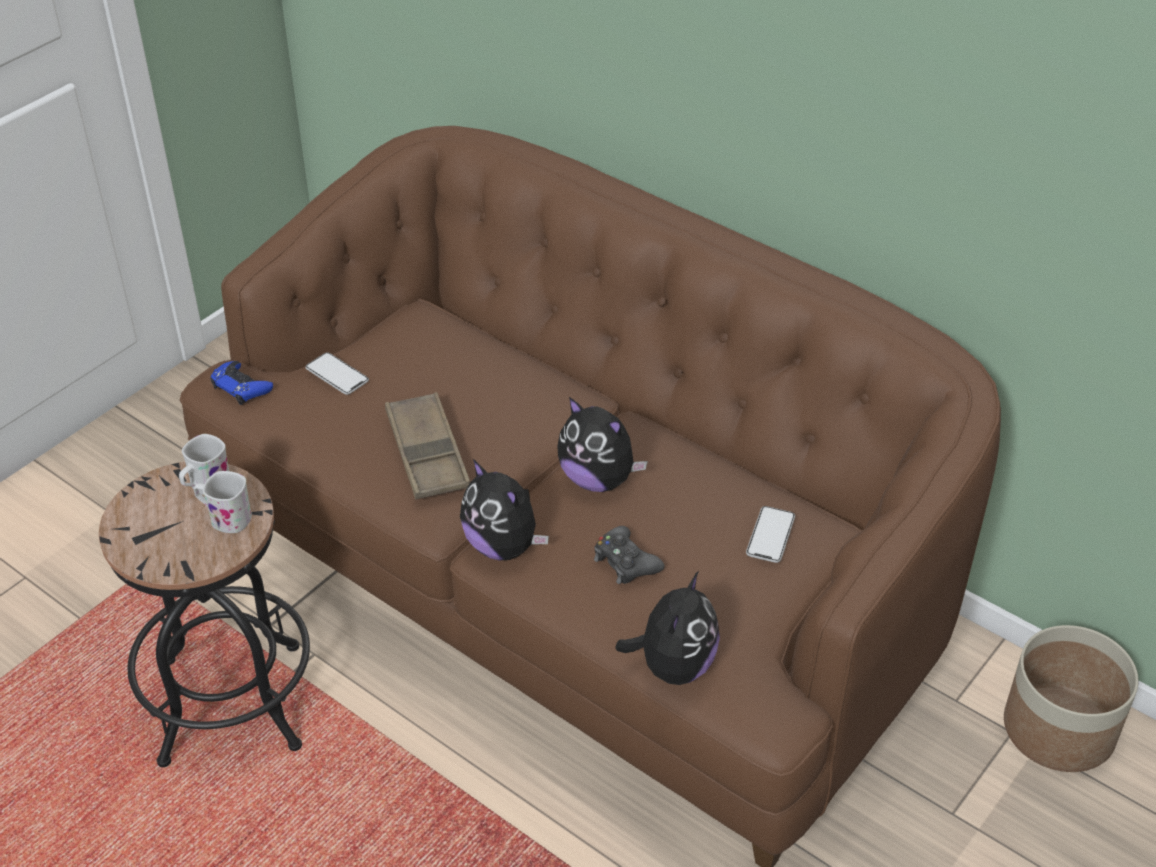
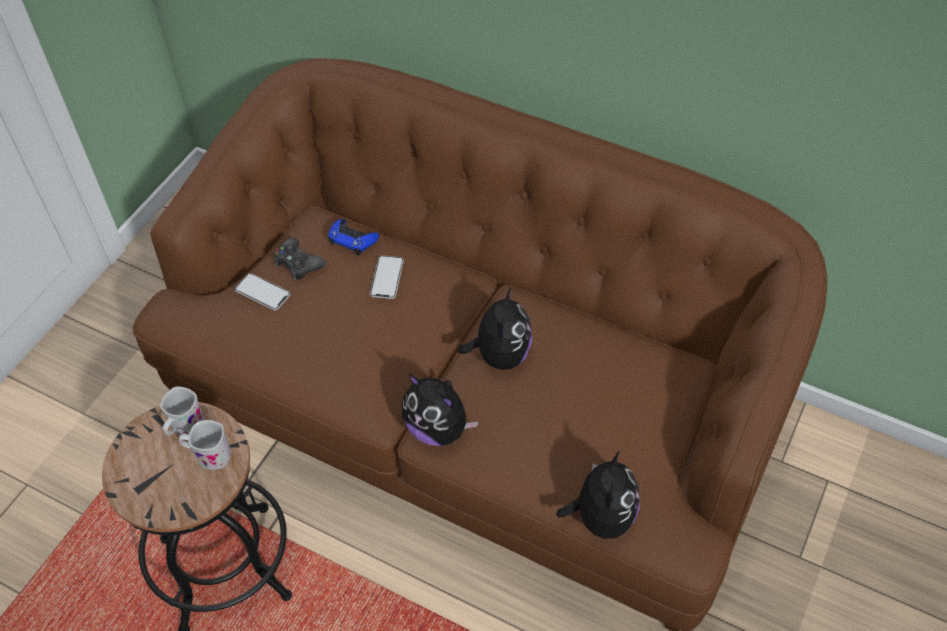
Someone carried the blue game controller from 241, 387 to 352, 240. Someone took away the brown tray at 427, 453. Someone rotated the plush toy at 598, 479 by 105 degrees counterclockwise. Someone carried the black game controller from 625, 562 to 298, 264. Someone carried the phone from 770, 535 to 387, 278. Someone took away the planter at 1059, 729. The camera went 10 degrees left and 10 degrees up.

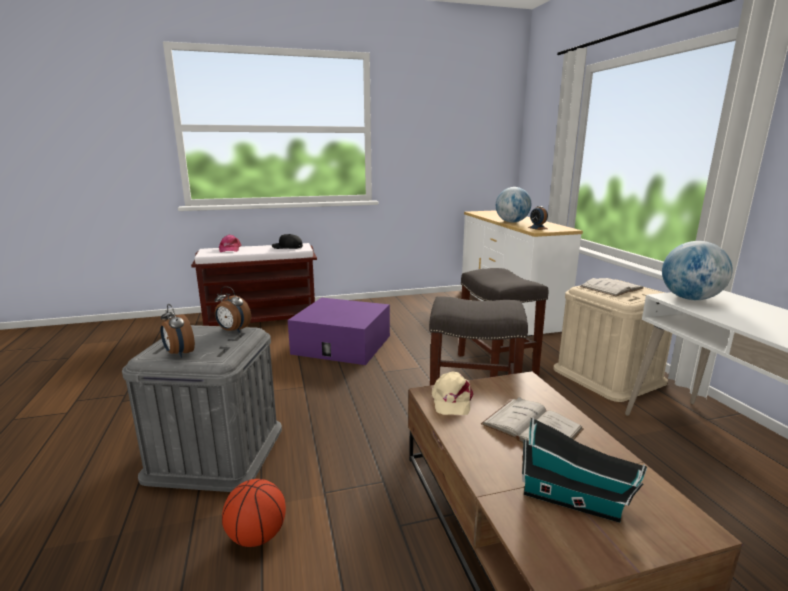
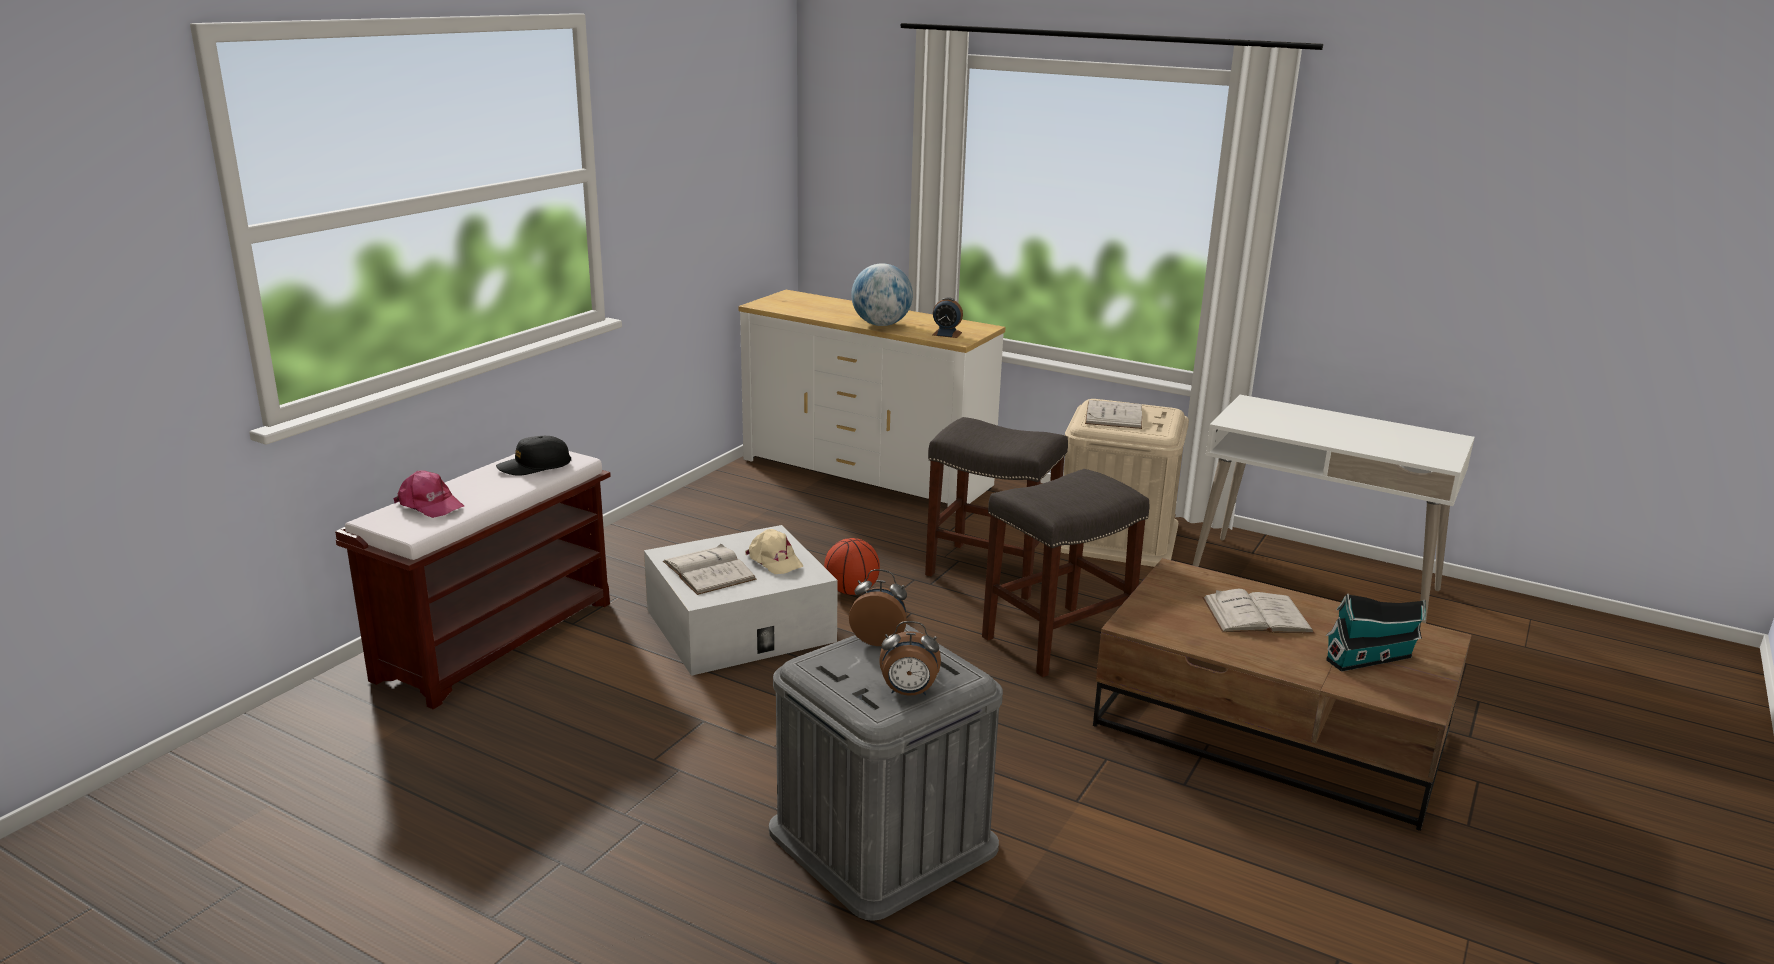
Someone rotated the alarm clock at 233, 330 by 150 degrees counterclockwise. Someone carried the basketball from 256, 536 to 851, 591. Someone repainted the purple storage box at 342, 344, which became the white storage box at 740, 625. Someone carried the beige cap from 451, 400 to 774, 560. Someone took away the globe at 690, 299. Someone put down the white book at 709, 570. The camera went 45 degrees left and 5 degrees up.

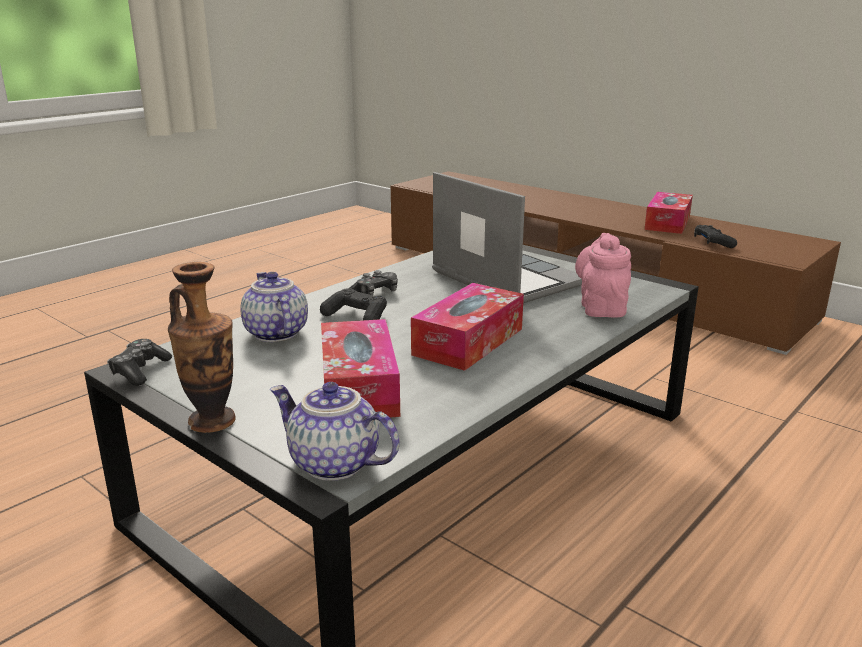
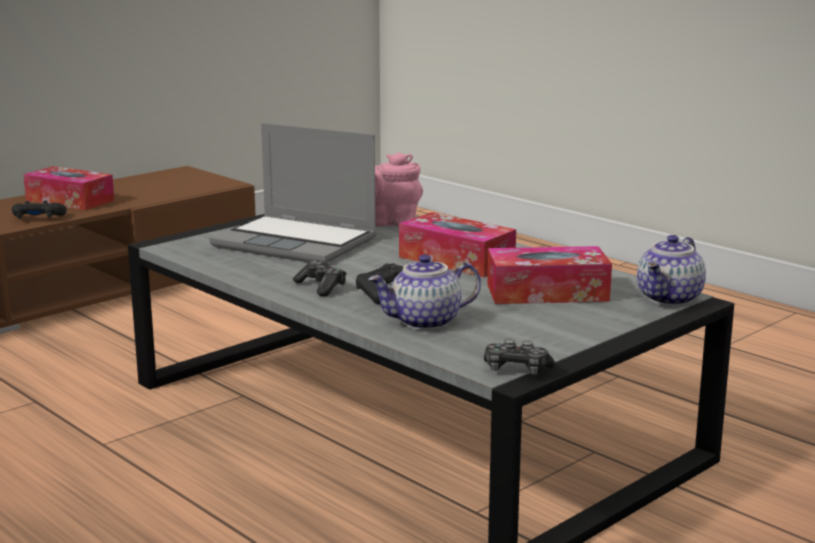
Someone took away the vase at 212, 421. Someone rotated the laptop at 504, 278 by 120 degrees counterclockwise. Someone carried the black game controller from 712, 243 to 38, 218. The camera went 85 degrees left and 5 degrees down.

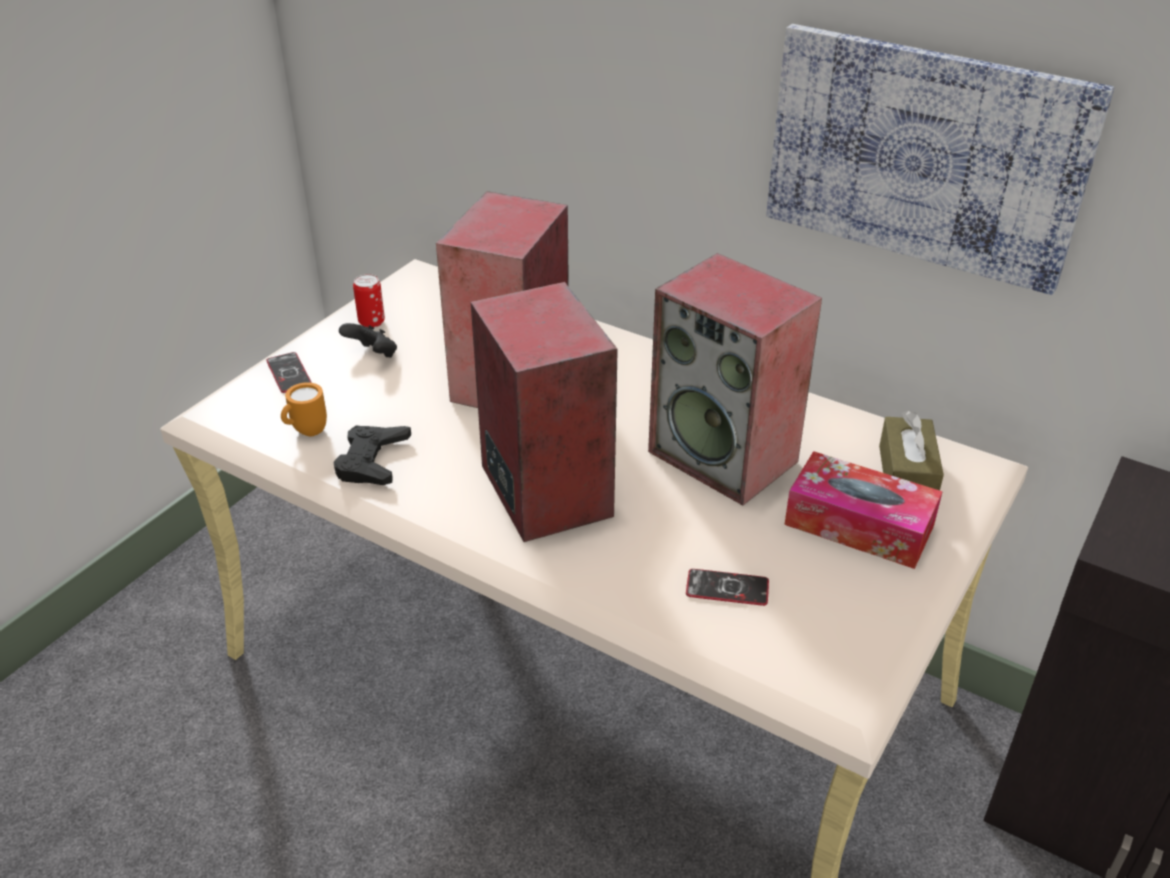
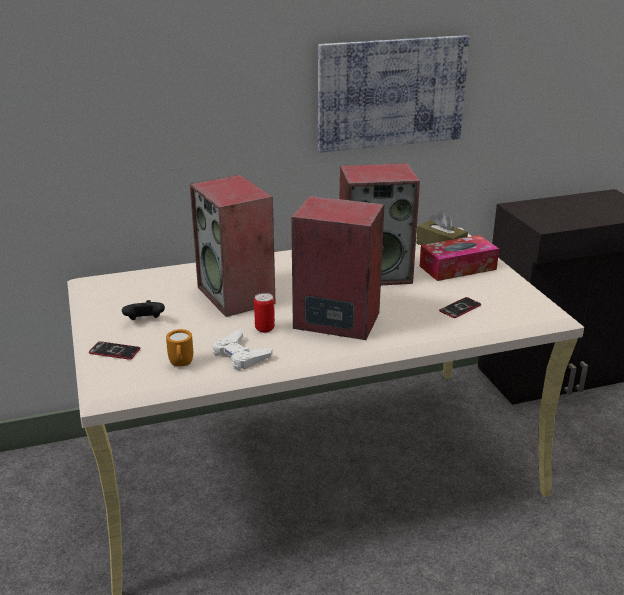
Someone repainted the black game controller at 372, 461, which became the white game controller at 240, 355. Someone carried the can from 371, 322 to 264, 328. The camera went 50 degrees left and 10 degrees down.

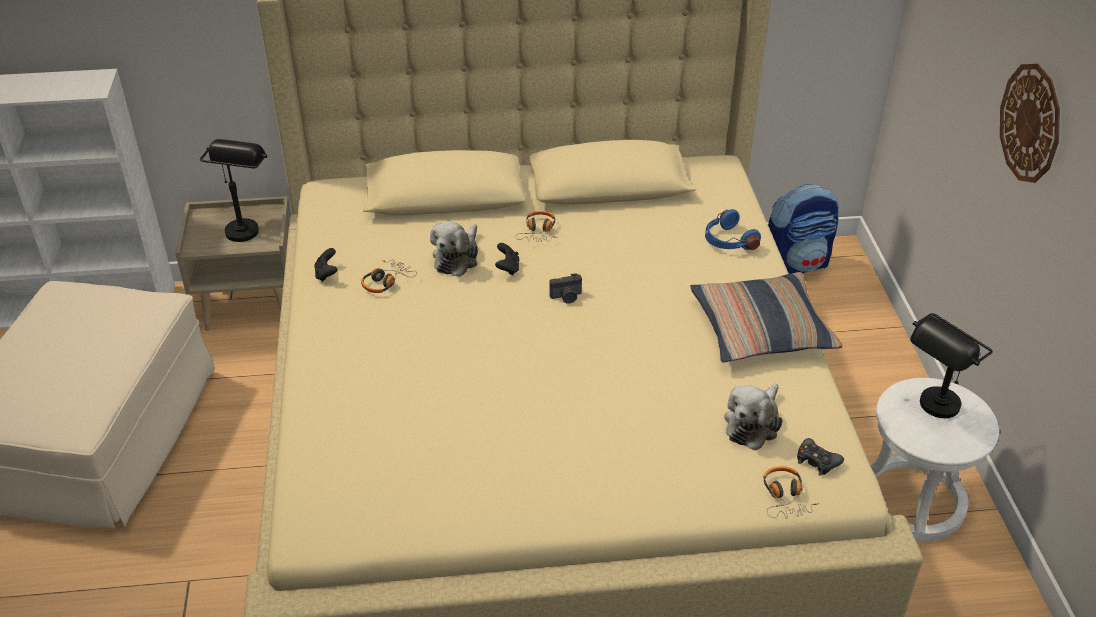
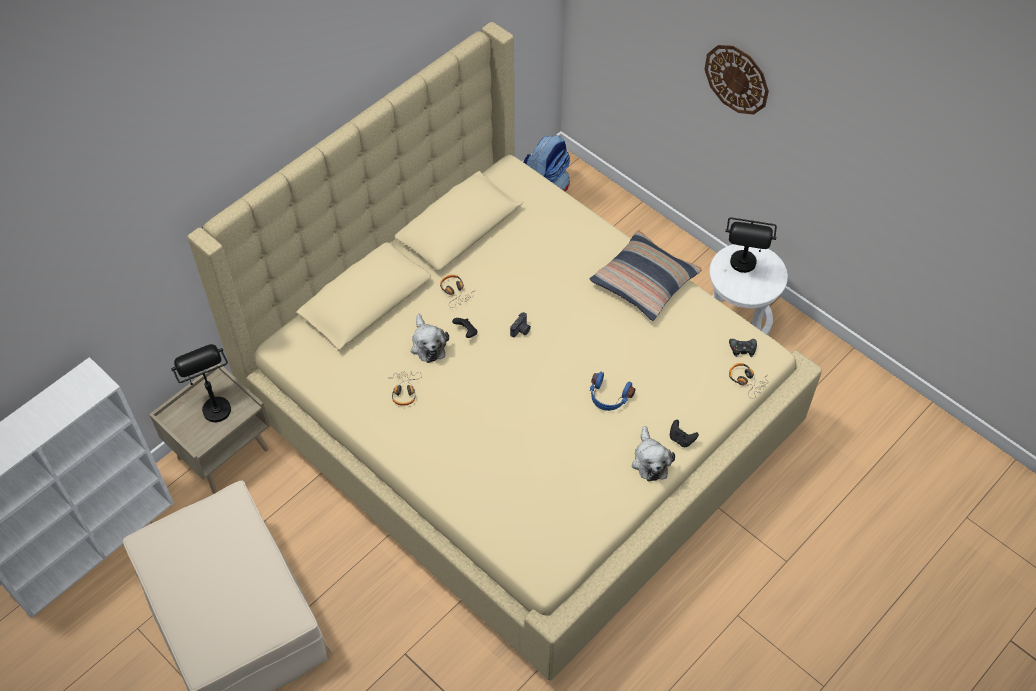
Someone carried the black game controller from 327, 274 to 681, 439. Someone carried the blue headphones from 728, 241 to 608, 397. Someone carried the plush toy from 753, 424 to 650, 461. The camera went 40 degrees left and 15 degrees up.

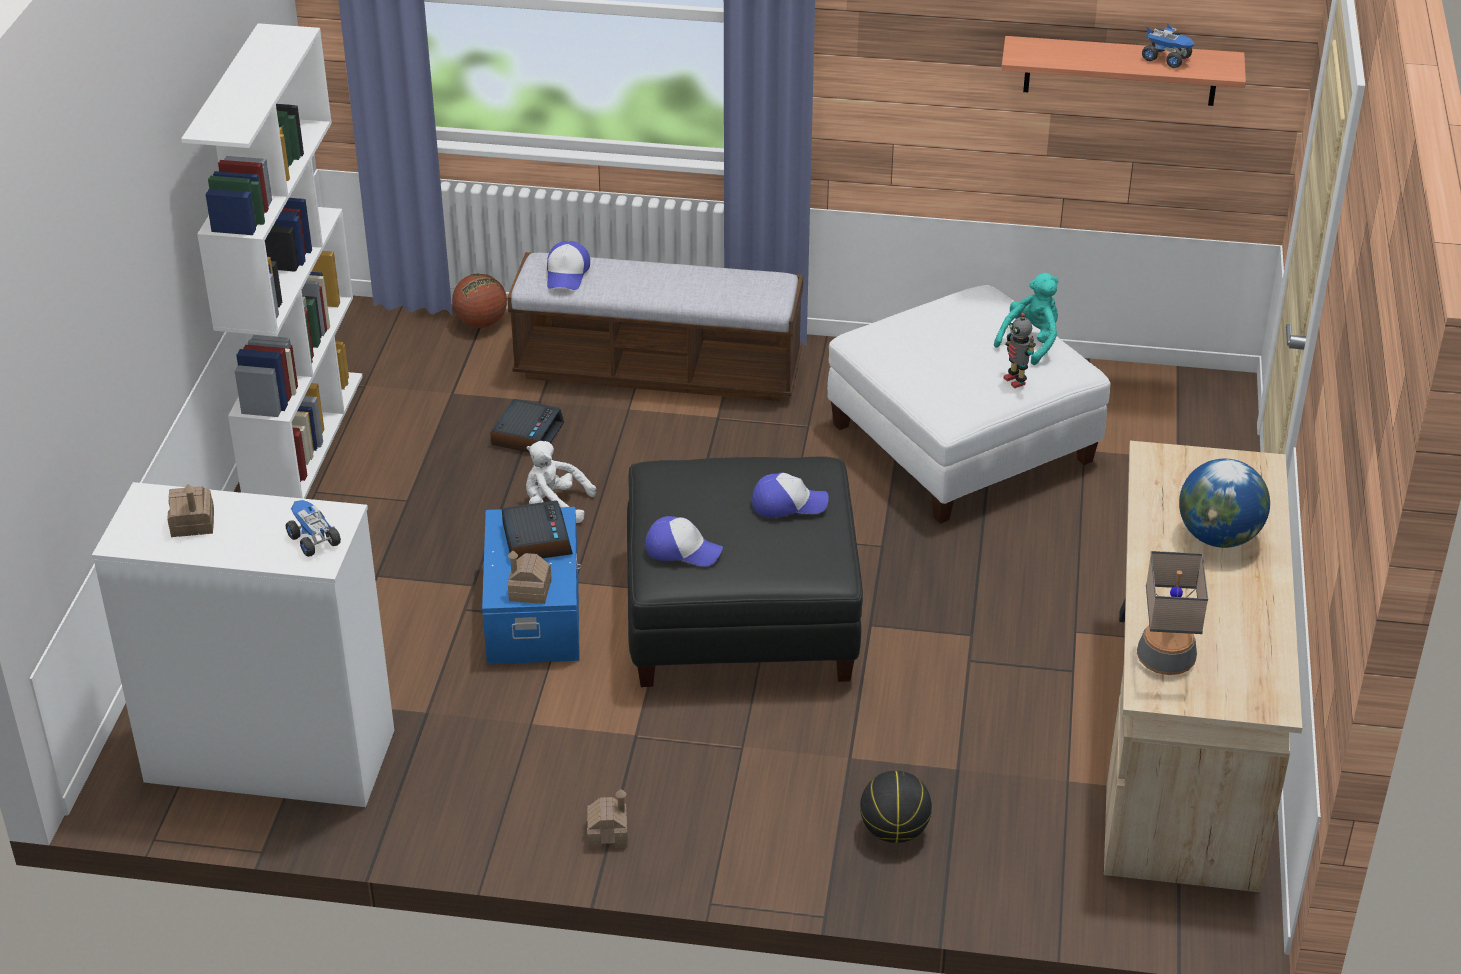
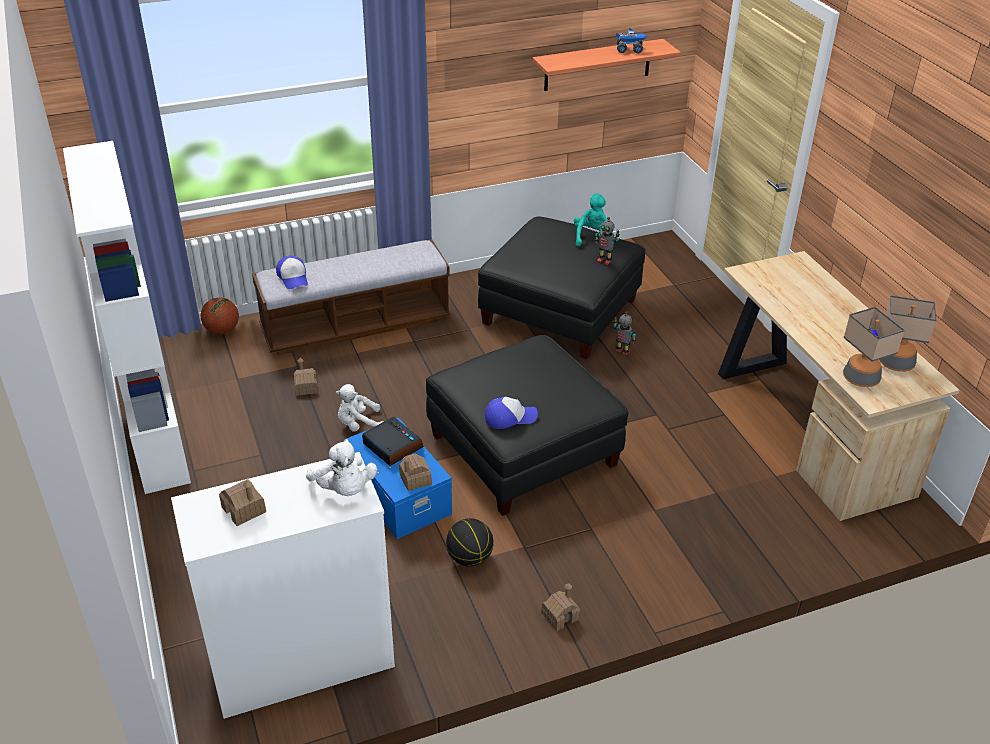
Someone swapped the toy truck at 313, 540 for the white plush toy at 344, 489. Someone swapped the alarm clock at 527, 434 for the toy house at 306, 387. Someone took away the cap at 788, 503. Someone repainted the white ottoman at 962, 443, which became the black ottoman at 560, 311. Someone carried the basketball from 893, 831 to 469, 558. Someone took away the globe at 1218, 537. Someone put down the toy robot at 622, 352. Someone put down the table lamp at 896, 363. The camera went 30 degrees left and 0 degrees up.

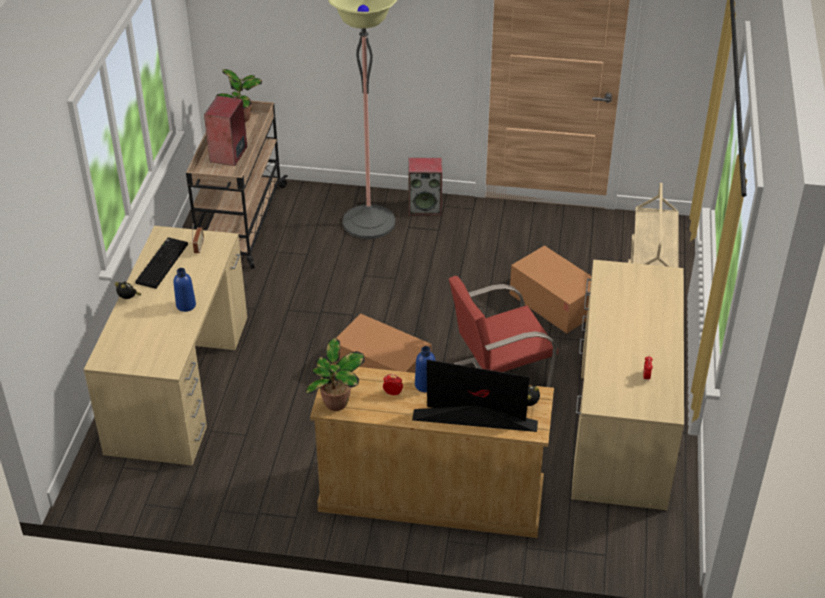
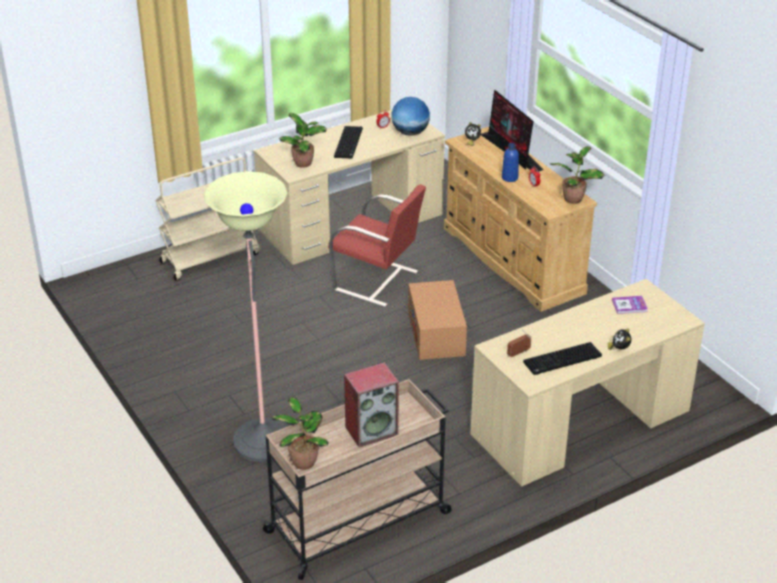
Someone took away the blue bottle at 186, 305. Someone took away the speaker at 425, 207. Someone took away the cardboard box at 553, 303. Someone put down the potted plant at 304, 163. Someone put down the keyboard at 349, 143. Someone put down the globe at 410, 133. Someone put down the book at 629, 306. The camera went 130 degrees left and 5 degrees down.

